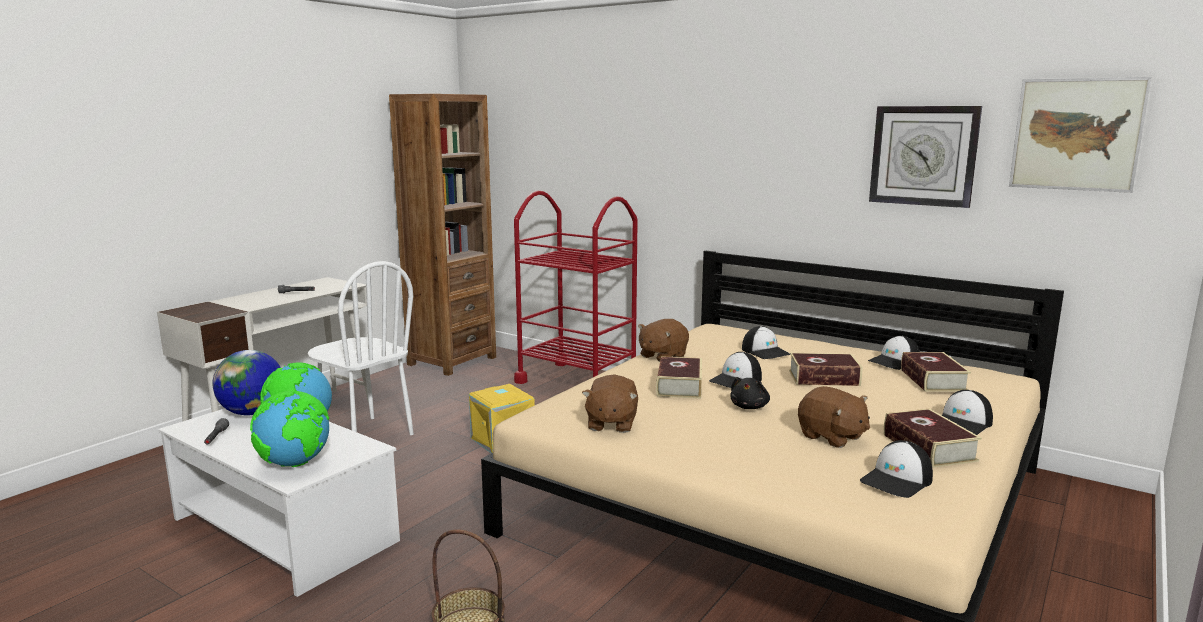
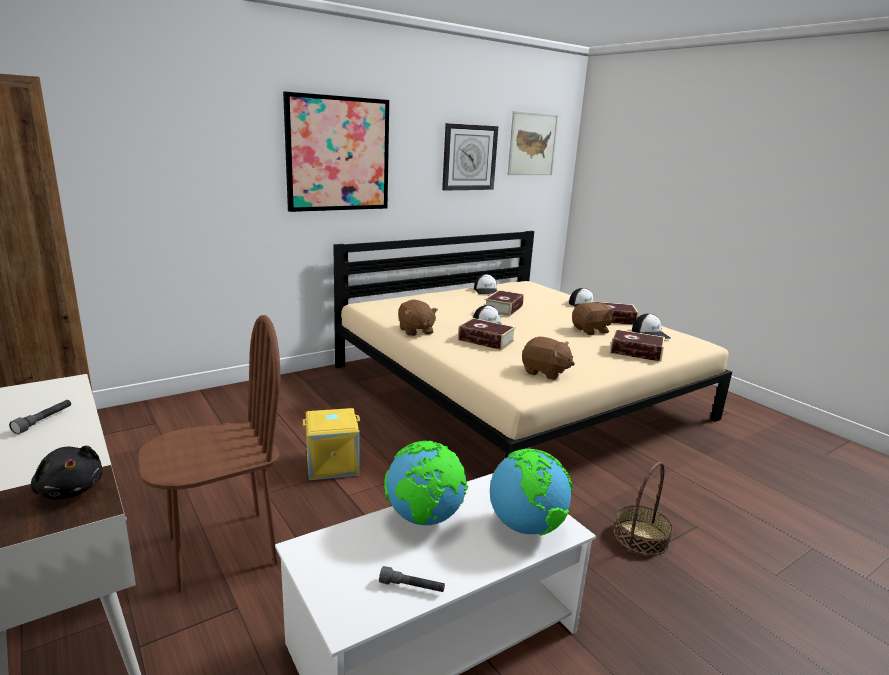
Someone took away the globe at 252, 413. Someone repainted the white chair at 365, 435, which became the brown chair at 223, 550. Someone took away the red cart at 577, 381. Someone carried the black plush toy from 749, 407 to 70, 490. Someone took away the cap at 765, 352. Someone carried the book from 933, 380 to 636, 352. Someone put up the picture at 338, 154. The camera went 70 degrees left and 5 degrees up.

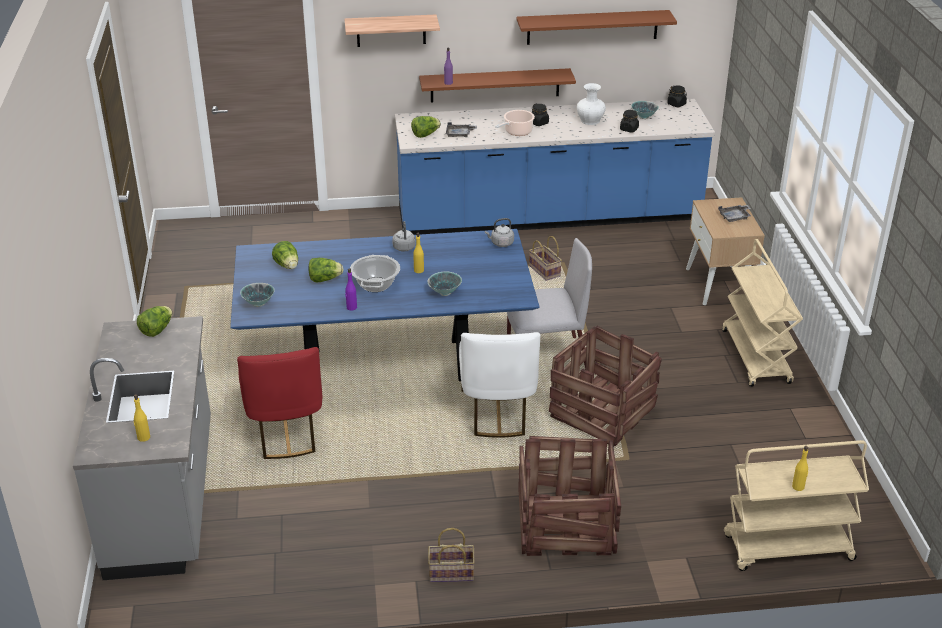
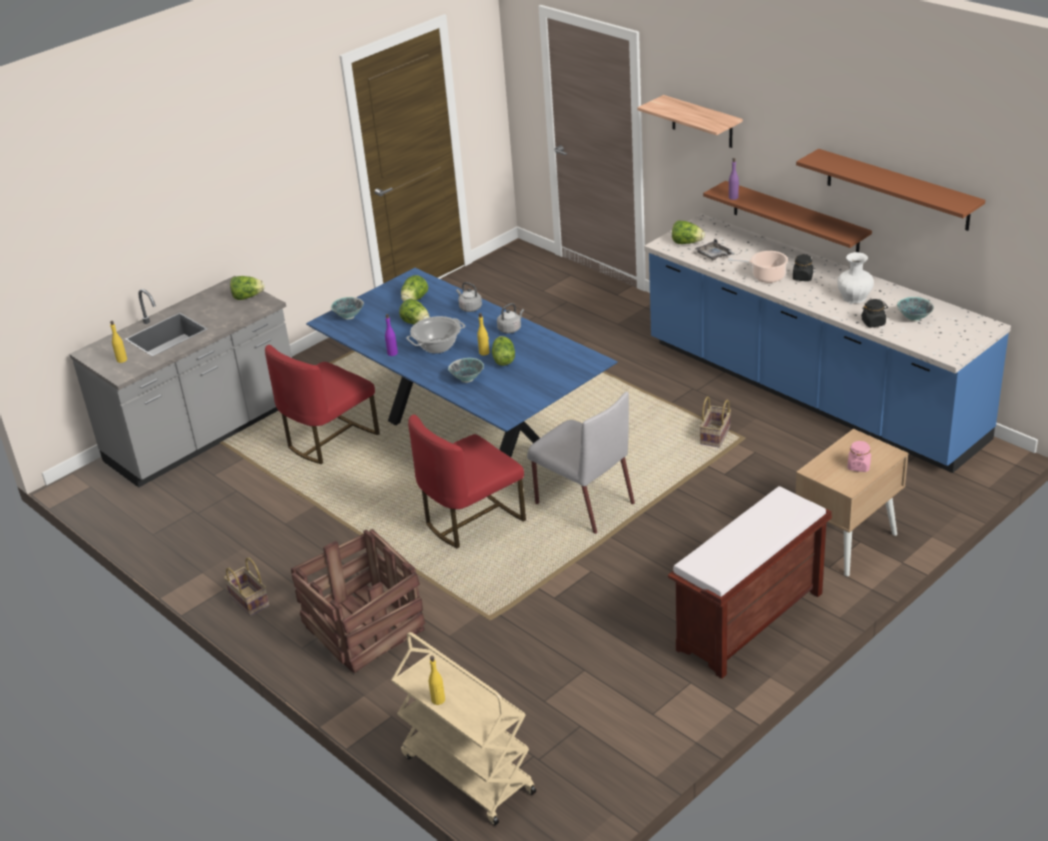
Someone repainted the white chair at 497, 413, which became the red chair at 471, 520. Someone carried the grey kettle from 501, 243 to 469, 308. Someone took away the crate at 601, 413. Someone took away the black jar at 676, 104. Someone swapped the grey tray at 735, 217 for the pink jar at 858, 466. Someone swapped the beige cart at 756, 357 for the brown bench at 749, 623. Someone put down the lettuce at 503, 360. The camera went 55 degrees right and 0 degrees up.

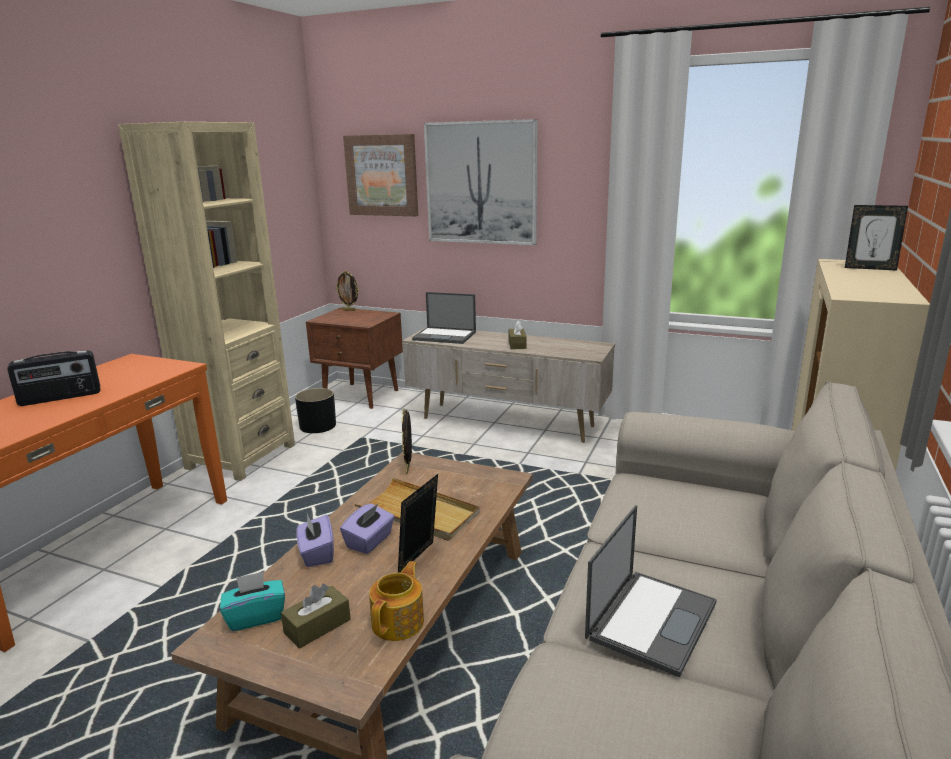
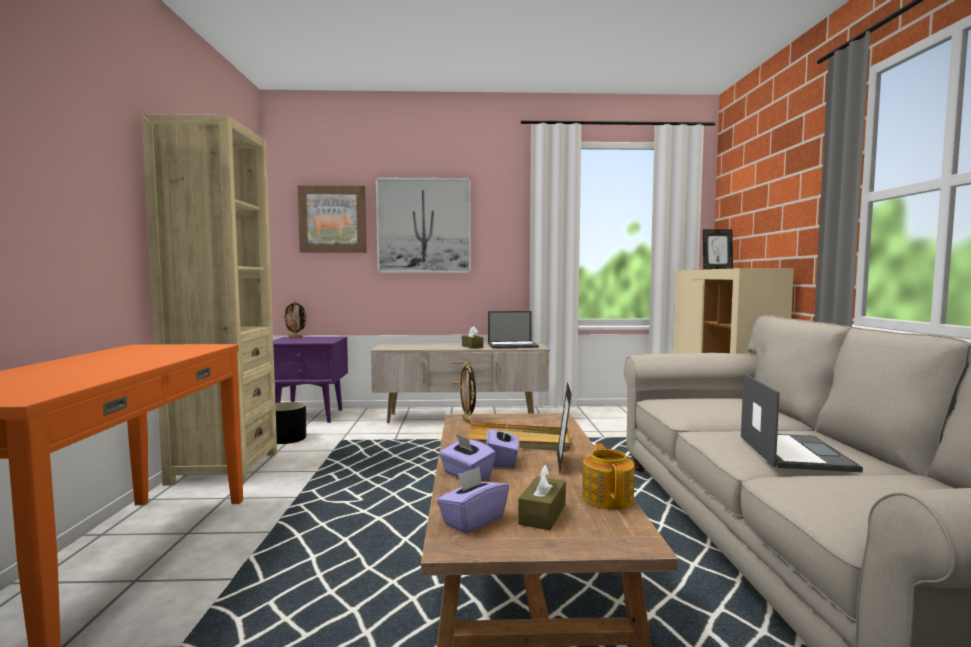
Someone took away the radio at 60, 398. Someone repainted the turquoise tissue box at 256, 616, which became the purple tissue box at 473, 520. Someone repainted the brown nightstand at 361, 396, which became the purple nightstand at 310, 416. Someone carried the laptop from 445, 336 to 513, 345. The camera went 25 degrees left and 15 degrees down.

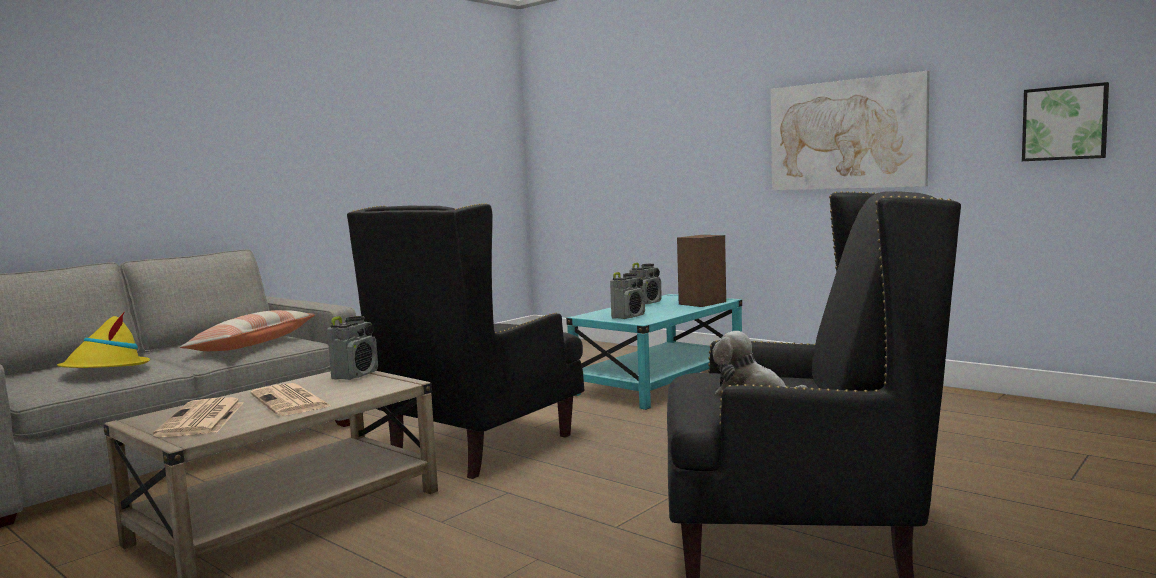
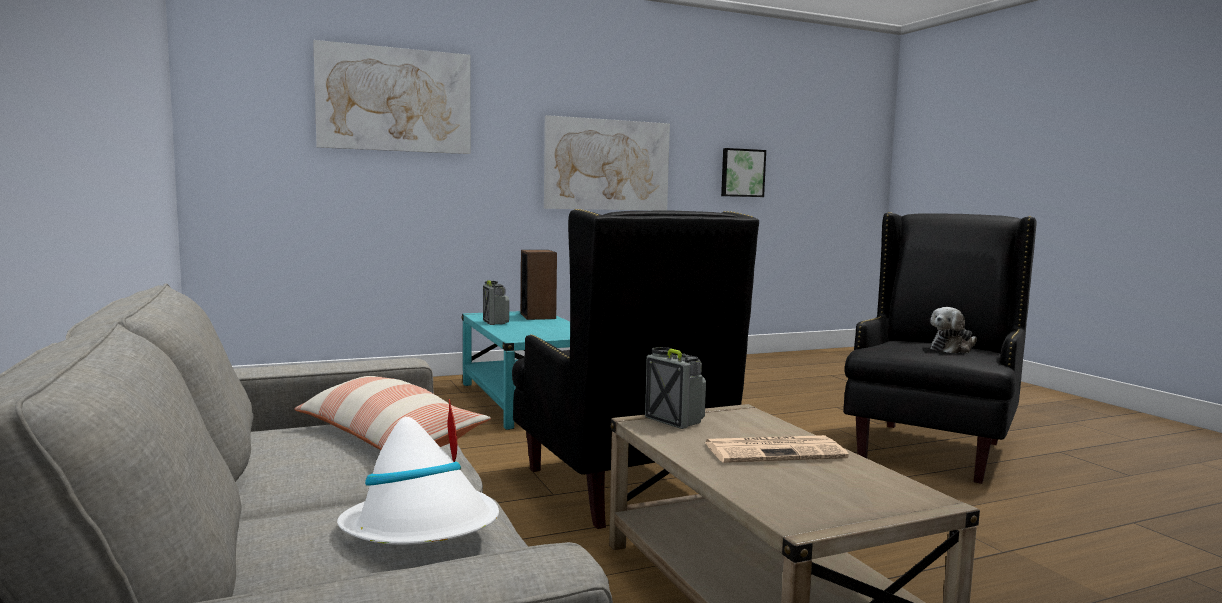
Someone repainted the yellow hat at 105, 369, which became the white hat at 423, 529. Someone took away the newspaper at 202, 419. Someone took away the radio at 628, 316. Someone put up the picture at 395, 100. The camera went 65 degrees left and 0 degrees up.

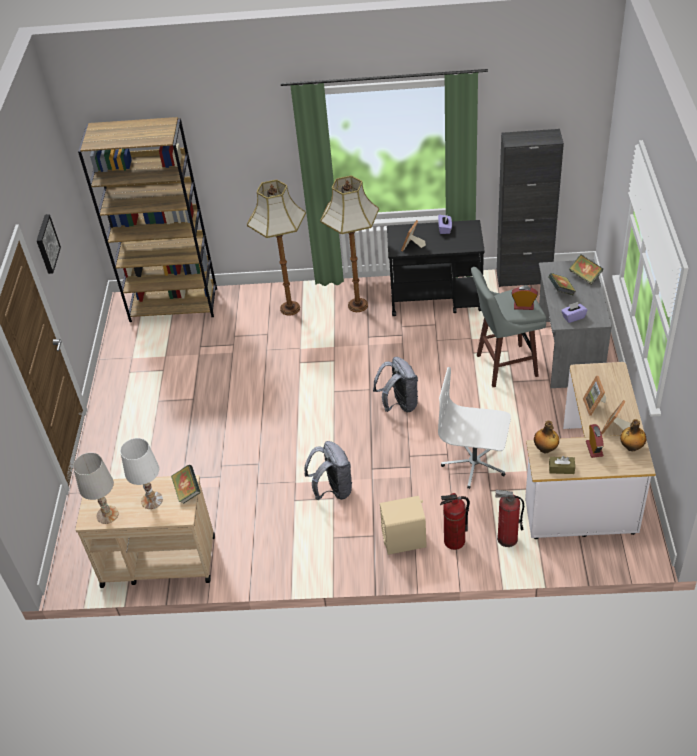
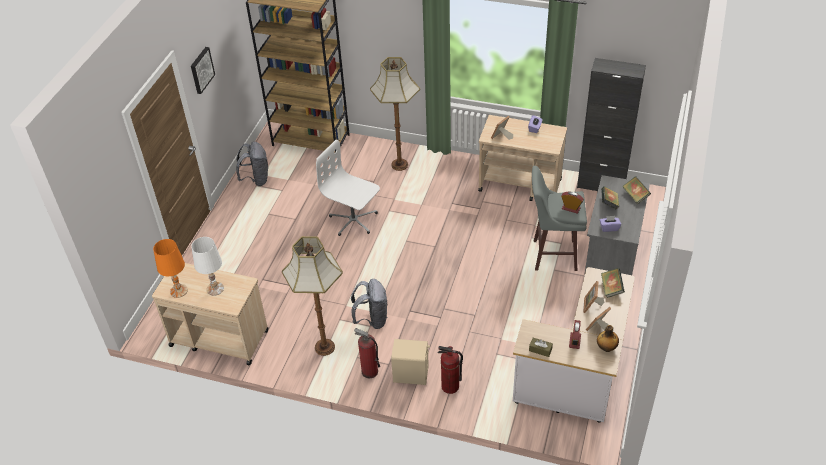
Someone repainted the white table lamp at 107, 514, which became the orange table lamp at 178, 291. Someone carried the book from 187, 491 to 611, 288. Someone carried the floor lamp from 357, 306 to 324, 348. Someone carried the grey backpack from 399, 404 to 256, 179. Someone repainted the black cart at 436, 299, which became the beige cart at 520, 185. Someone carried the white office chair from 474, 463 to 353, 220. Someone carried the fire extinguisher from 507, 538 to 369, 371. Someone took away the bottle at 545, 449. The camera went 15 degrees right and 0 degrees up.

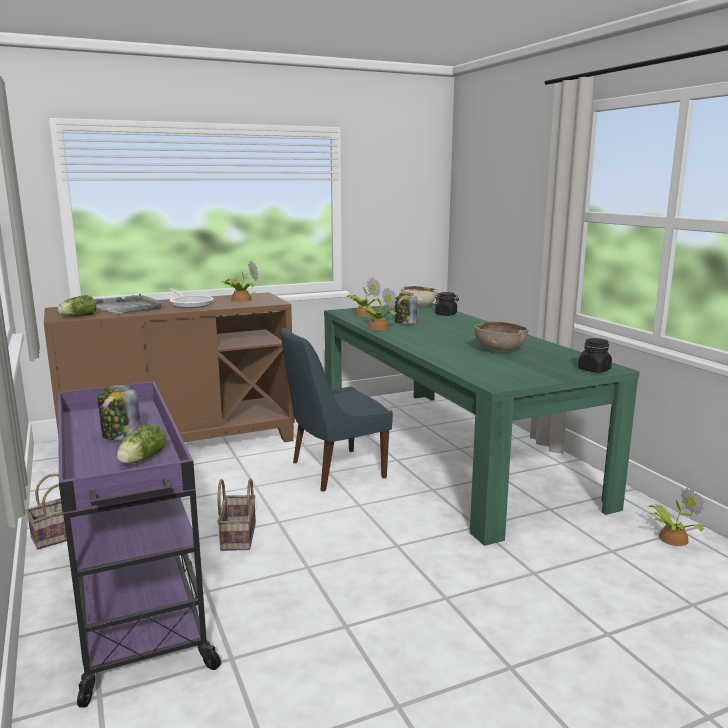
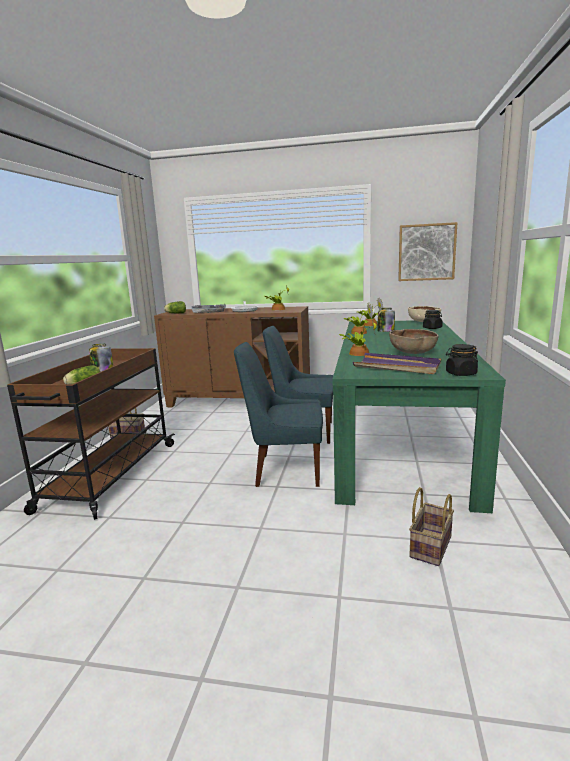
Someone repainted the purple cart at 136, 605, which became the brown cart at 109, 476. Someone carried the basket from 237, 536 to 430, 545. Someone carried the potted plant from 671, 538 to 358, 353. Someone put down the blue chair at 285, 470. Someone put down the purple tray at 397, 367. Someone put up the picture at 426, 252. The camera went 35 degrees right and 0 degrees up.

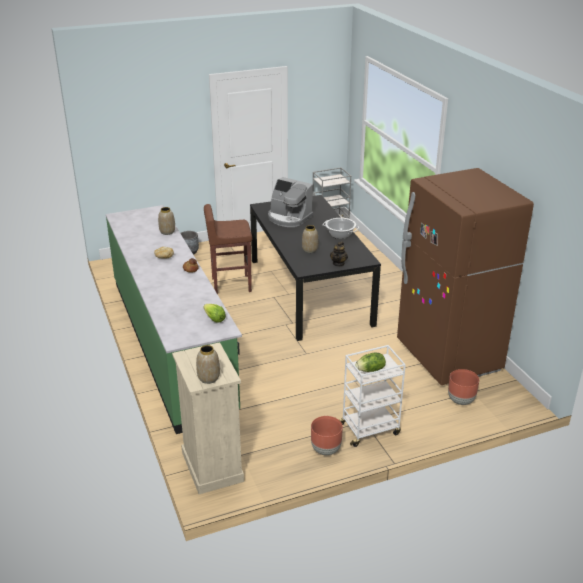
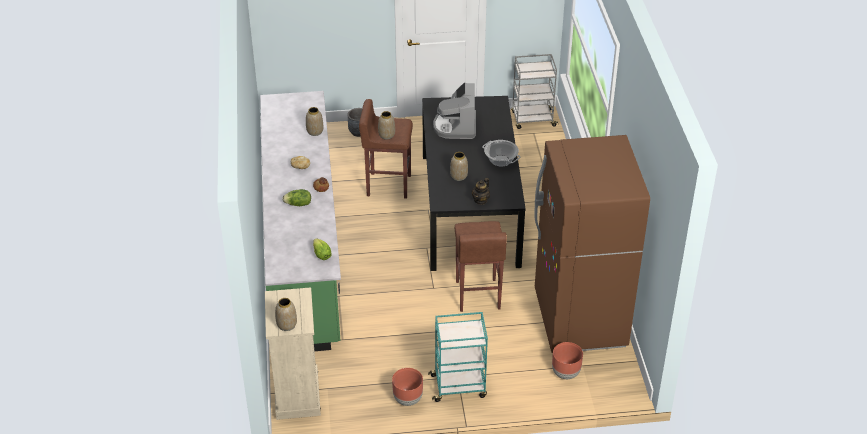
Someone rotated the coffee machine at 289, 218 by 45 degrees clockwise. Someone repainted the white cart at 369, 429, which became the turquoise cart at 459, 386. Someone carried the lettuce from 370, 370 to 298, 204. Someone put down the vase at 386, 135. Someone put down the brown stool at 477, 295. The camera went 15 degrees right and 10 degrees up.

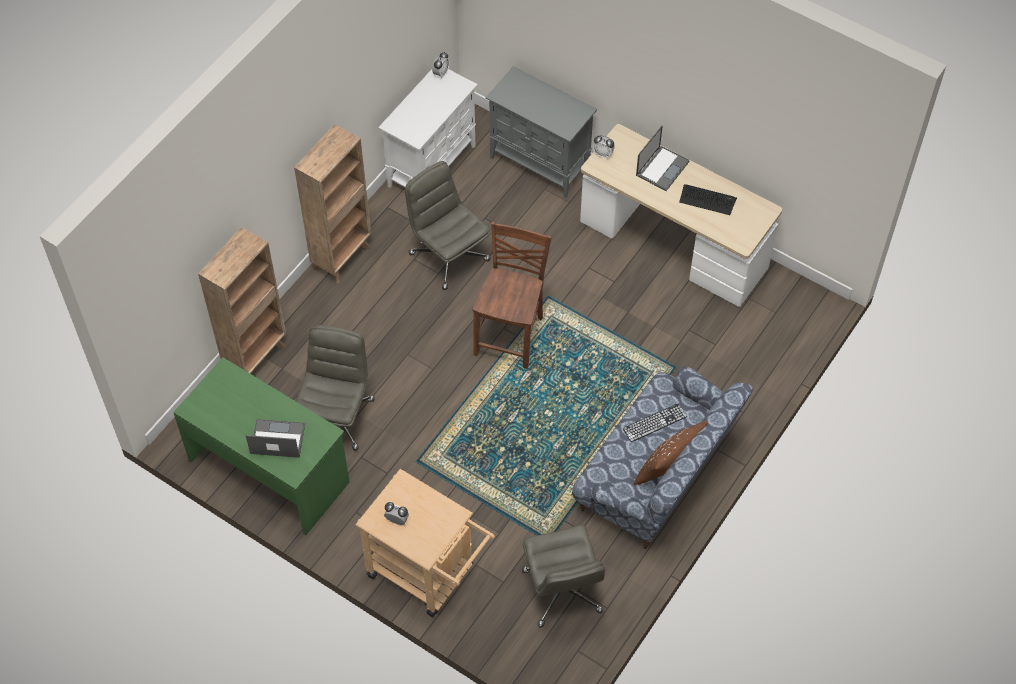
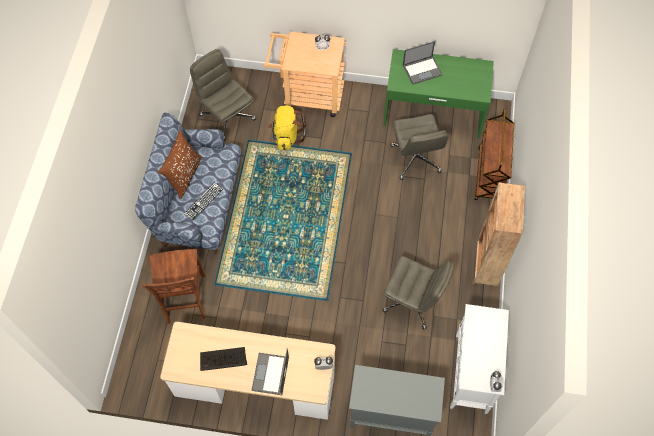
Someone swapped the brown bookcase at 256, 357 for the brown cart at 490, 175. Someone carried the brown chair from 511, 335 to 184, 300. Someone put down the yellow backpack at 286, 136. The camera went 155 degrees right and 5 degrees up.

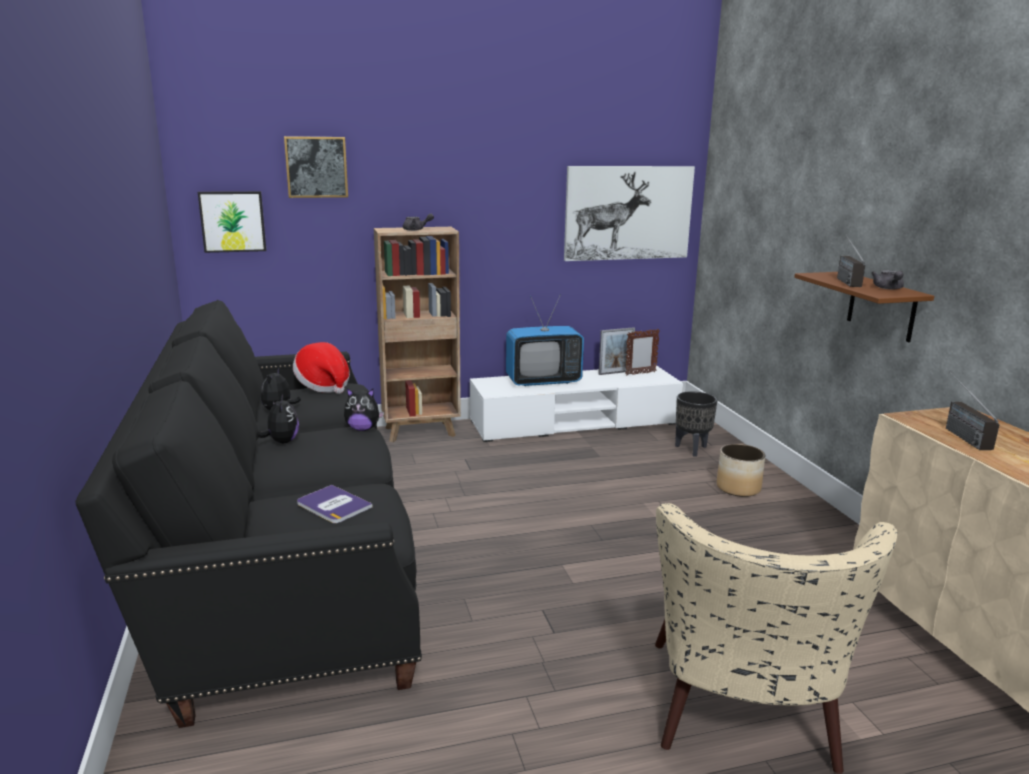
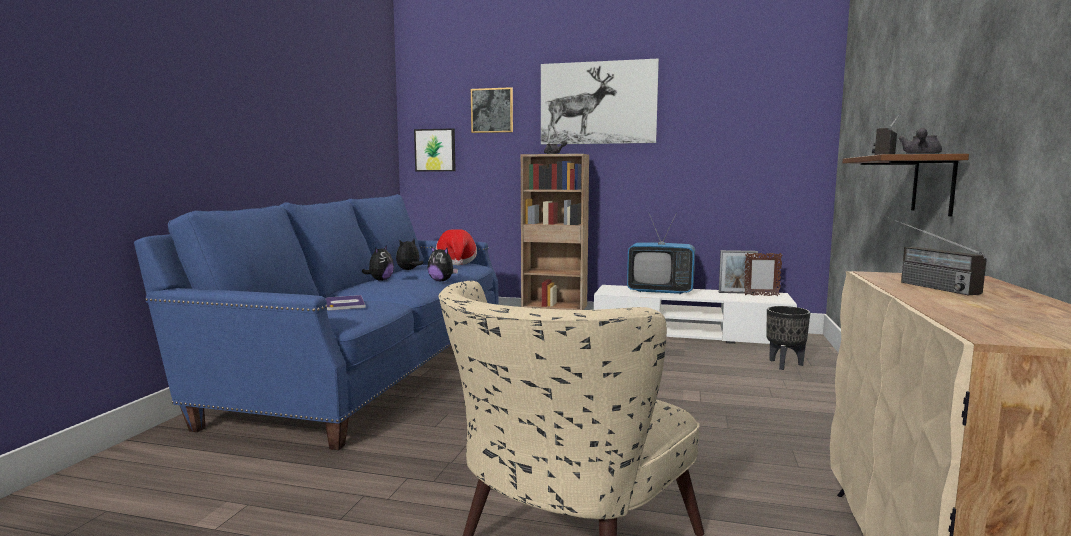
Someone repainted the black sofa at 284, 553, which became the blue sofa at 370, 366. Someone carried the picture from 628, 213 to 598, 103. Someone took away the planter at 738, 488. Someone rotated the radio at 957, 433 by 45 degrees counterclockwise. The camera went 30 degrees right and 10 degrees down.

